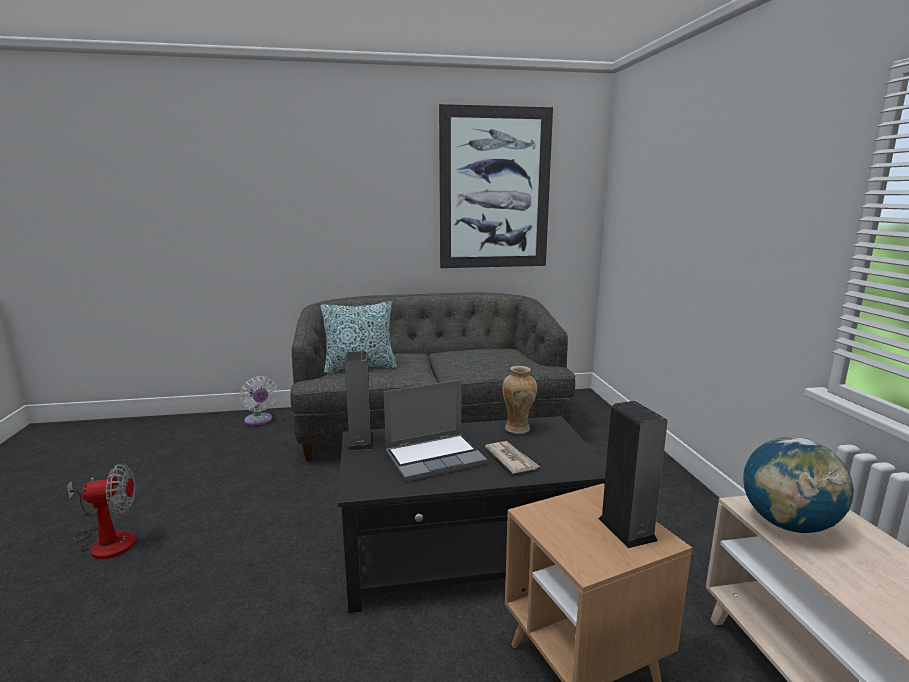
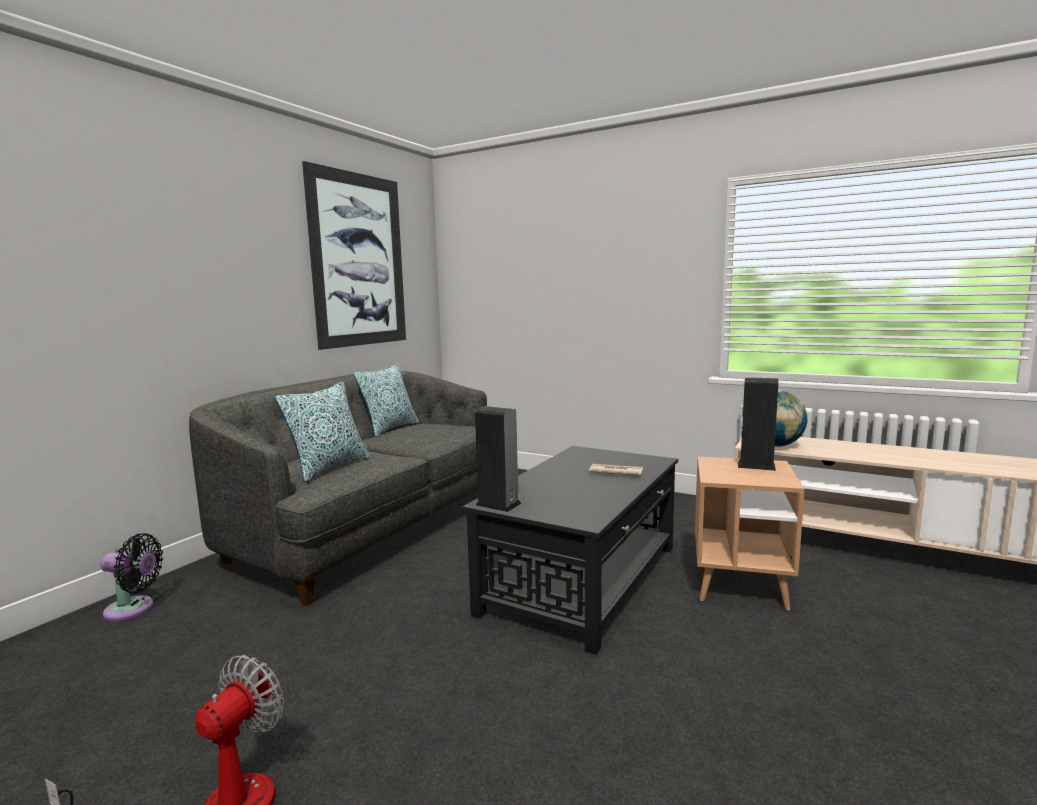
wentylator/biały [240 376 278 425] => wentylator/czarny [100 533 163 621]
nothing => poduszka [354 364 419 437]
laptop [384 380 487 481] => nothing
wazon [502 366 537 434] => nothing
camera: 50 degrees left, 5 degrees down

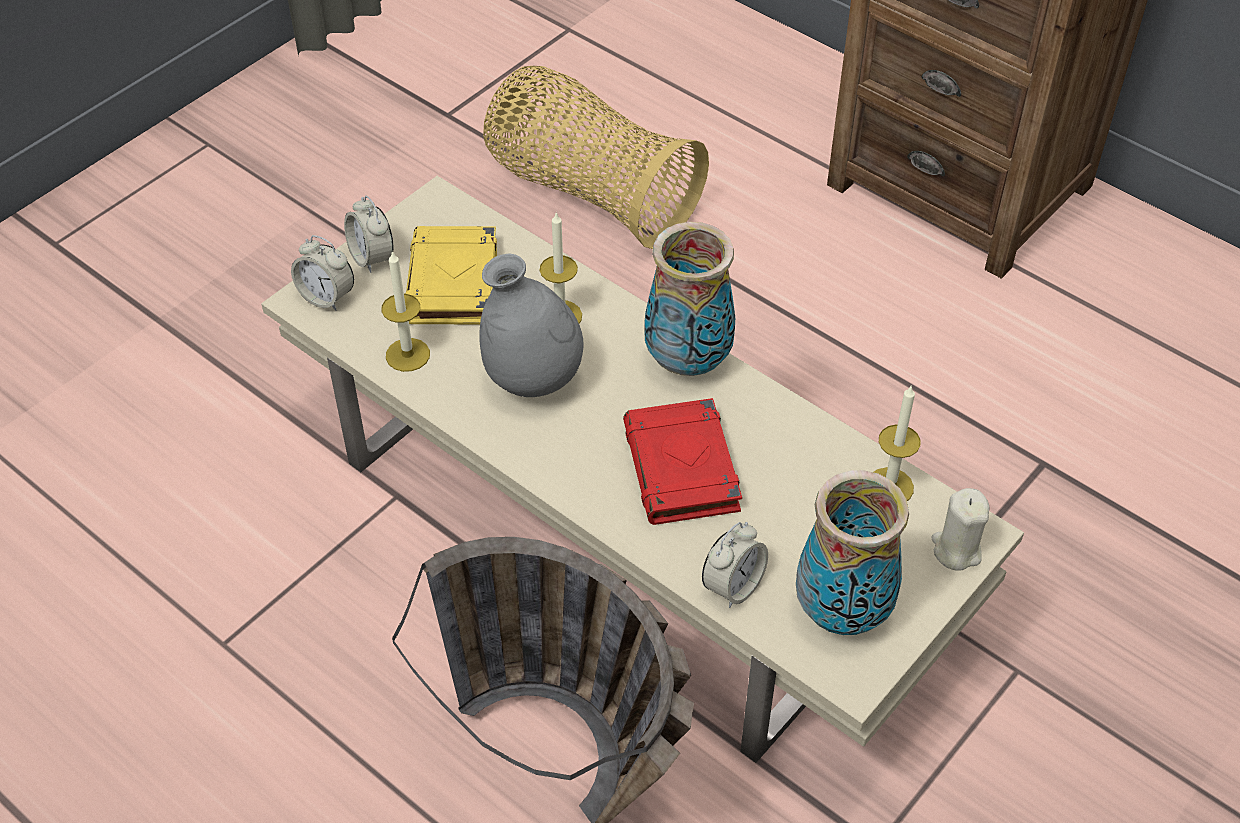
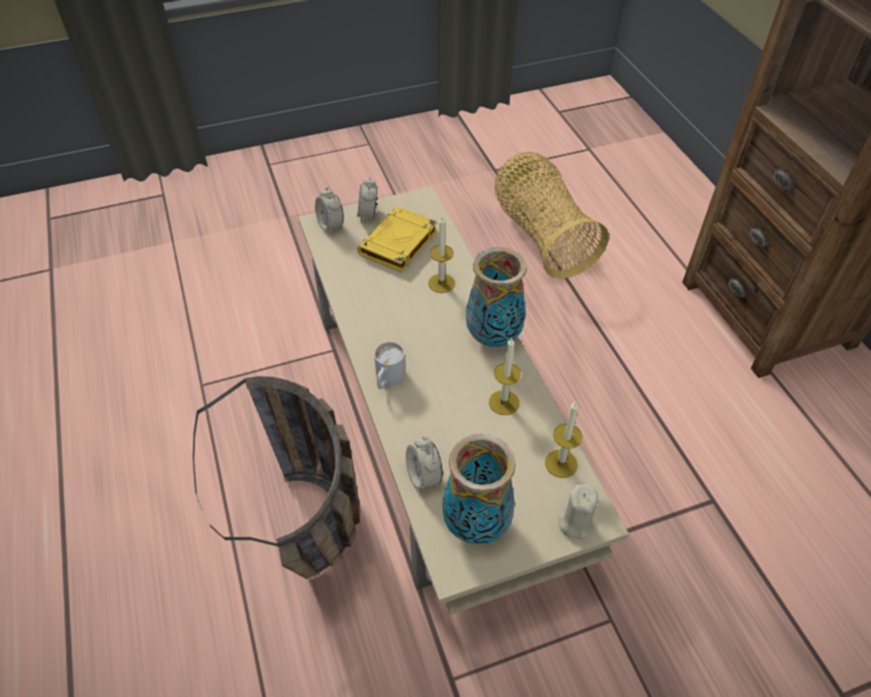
nothing => kubek/biały [374 342 405 389]
budzik [702 522 768 608] => budzik [406 436 443 492], 90 degrees clockwise
świeca [381 251 430 372] => świeca [489 337 521 415], relocated
wazon/szary [480 254 584 397] => nothing
książka/czerwony [623 398 742 525] => nothing
camera: 30 degrees right, 0 degrees up

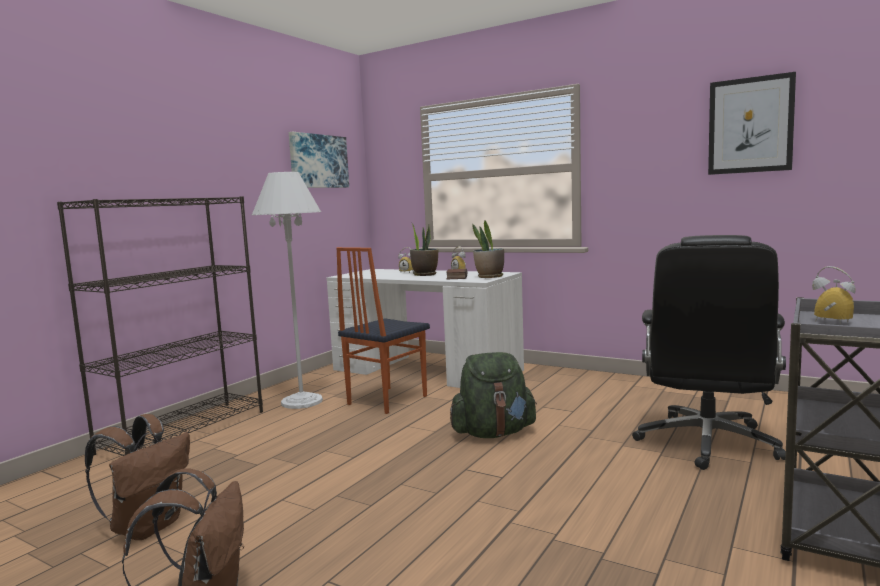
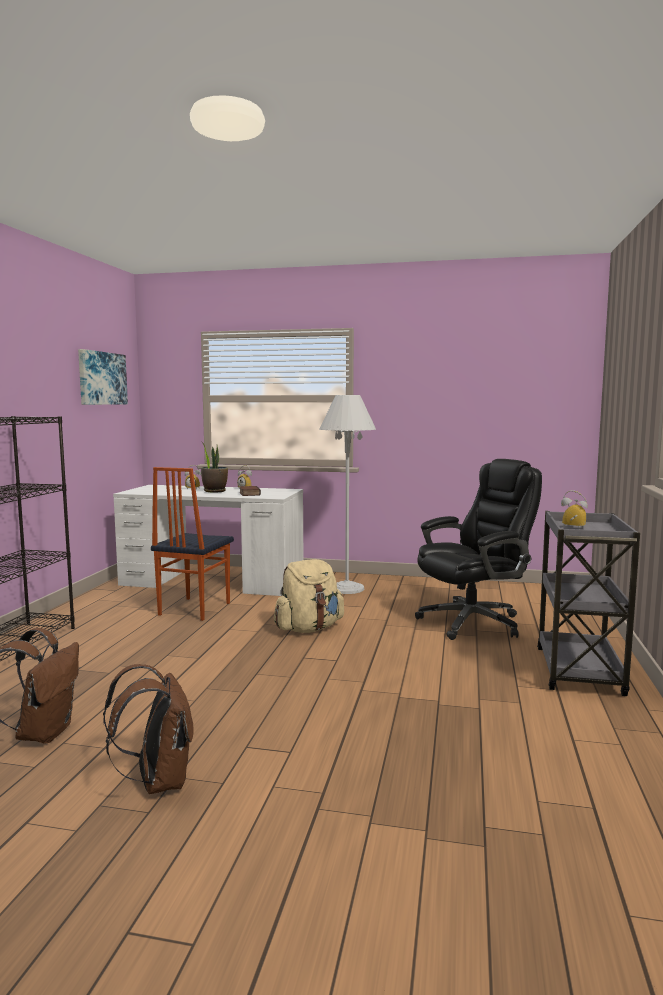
plecak/zielony [450 352 537 438] => plecak/beżowy [274 559 344 633]
lampa stojąca/biały [252 172 323 409] => lampa stojąca/biały [319 395 376 594], relocated
krzesło biurowe/czarny [632 235 786 470] => krzesło biurowe/czarny [415 459 542 640], 120 degrees counterclockwise
roślina doniczkowa [472 220 504 278] => nothing
obraz [708 72 796 175] => nothing
camera: 20 degrees left, 0 degrees up

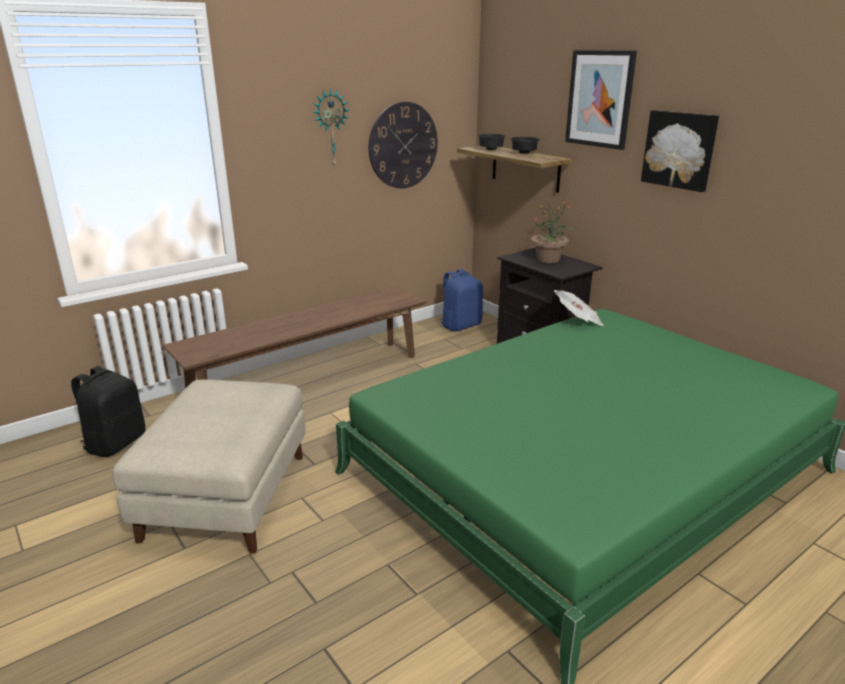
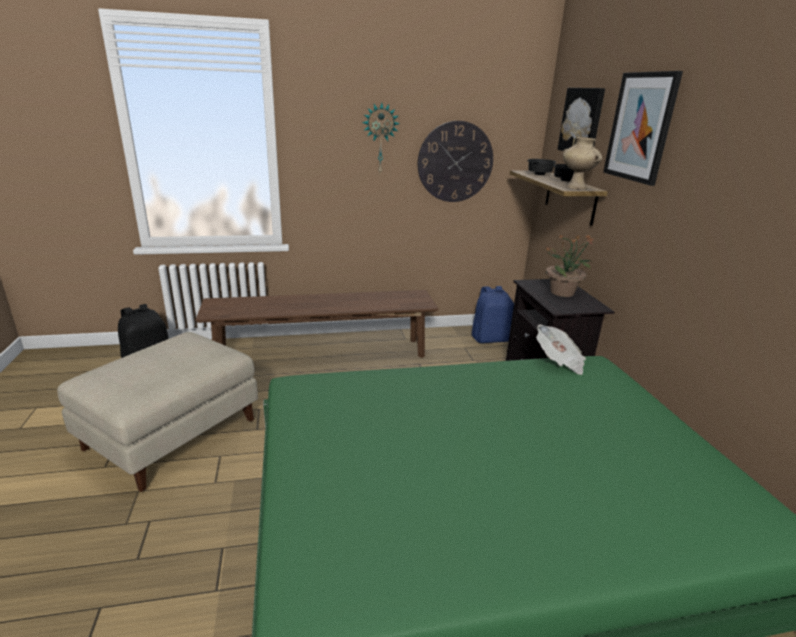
obraz [641 110 719 192] => obraz [557 88 605 151], relocated
nothing => wazon/beżowy [563 137 602 189]
camera: 25 degrees right, 0 degrees up

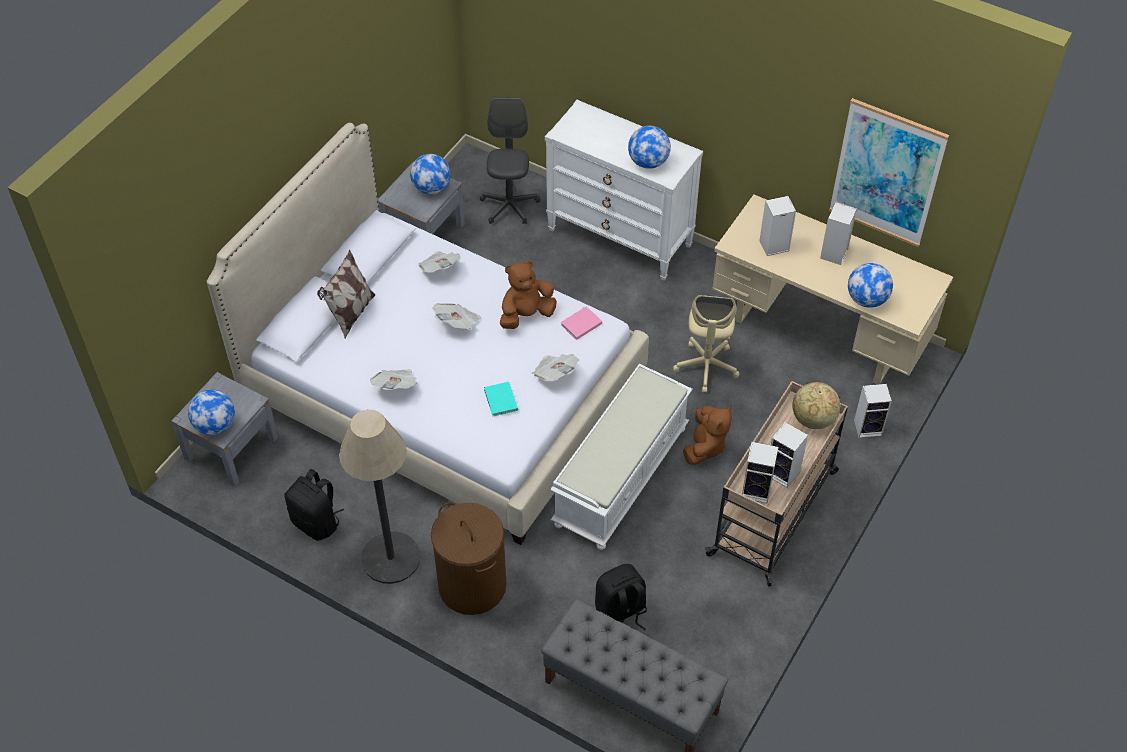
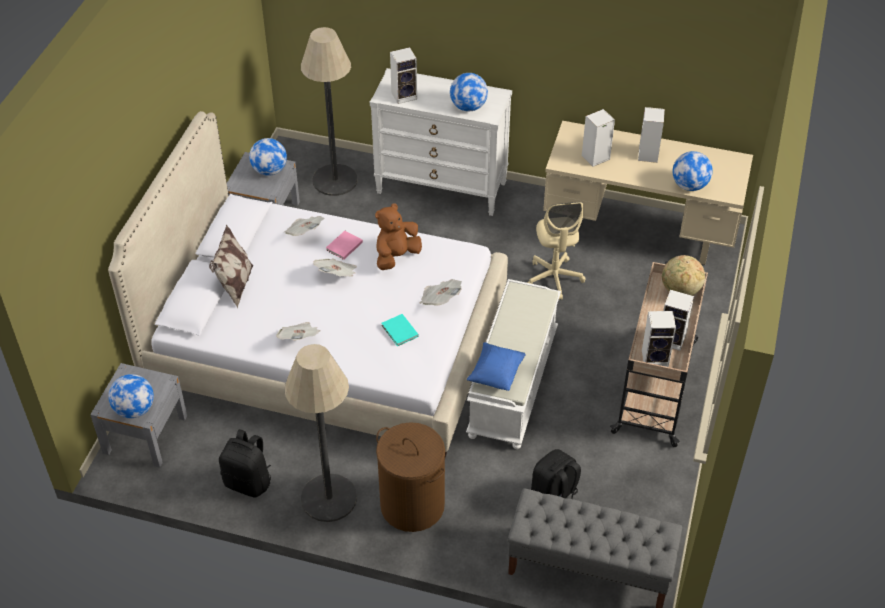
krzesło biurowe/szary [480 98 541 224] => lampa stojąca [301 27 357 196]
książka/różowy [561 306 602 340] => książka/różowy [326 231 363 260], relocated
głośnik [854 384 892 438] => głośnik [390 47 417 104], relocated
nothing => poduszka/niebieski [467 342 526 391]
pluszak/brązowy [683 406 732 465] => nothing
obraz [829 98 949 247] => nothing
camera: 15 degrees left, 5 degrees down

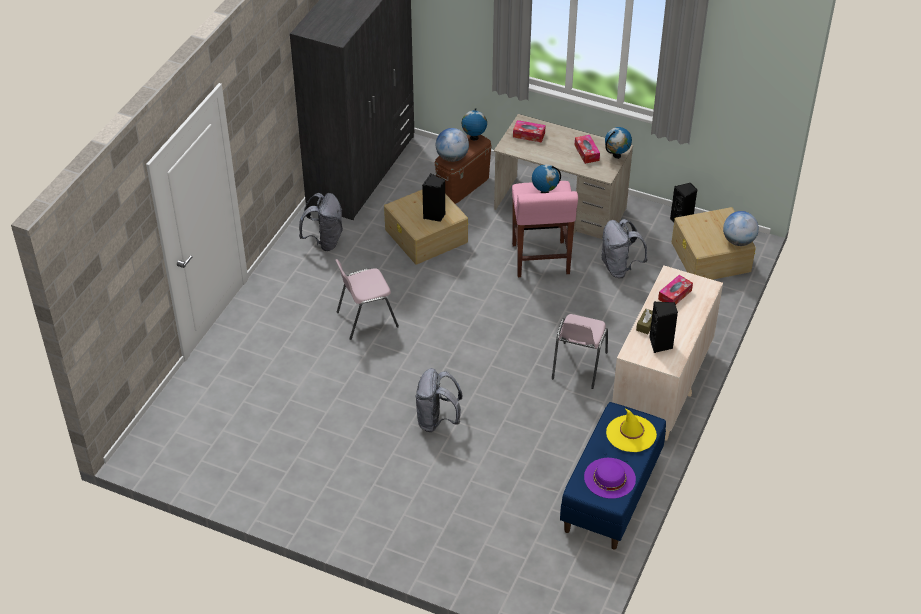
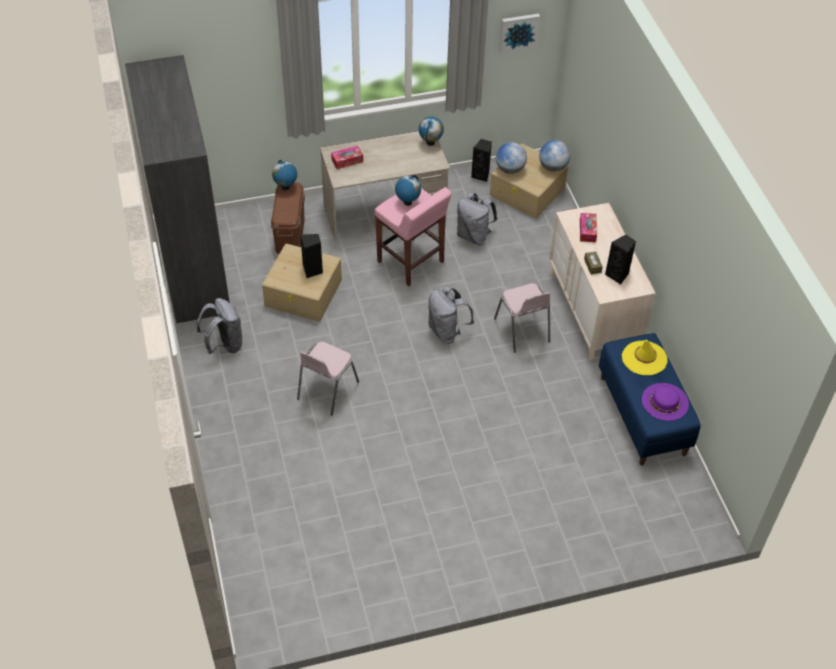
plecak/szary [415 368 463 432] => plecak/szary [428 286 474 343], relocated
globus [436 128 469 162] => globus [496 142 527 174], relocated
nothing => obraz [499 14 540 53]
pudełko chusteczek [575 135 600 164] => nothing
camera: 40 degrees left, 5 degrees up

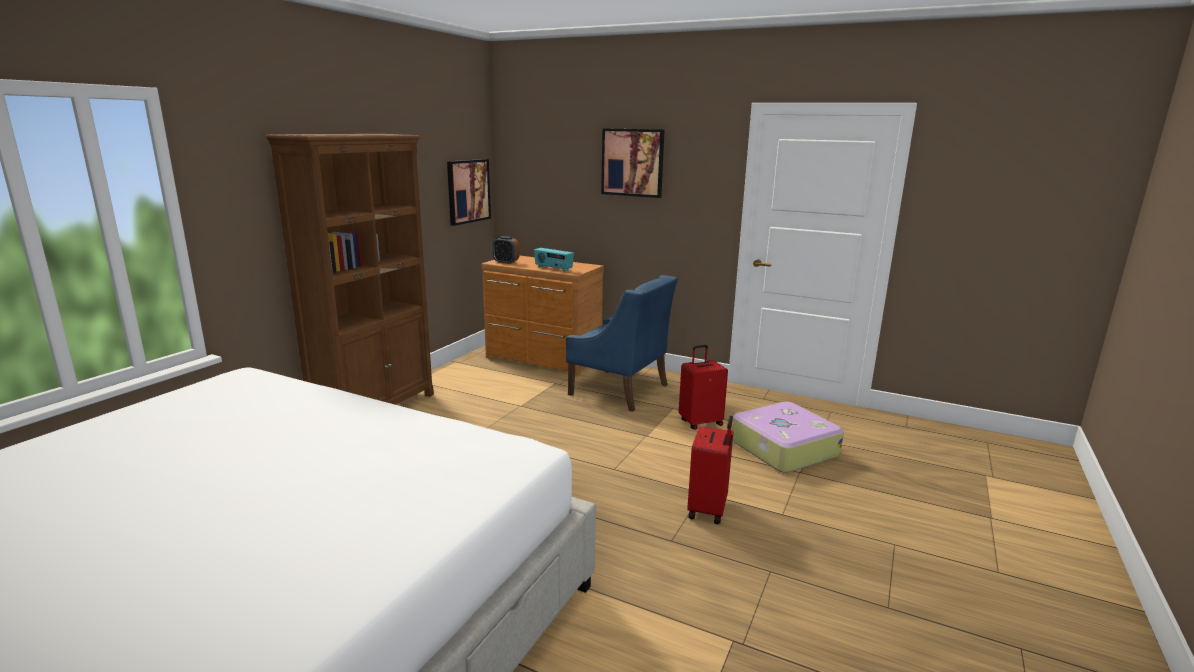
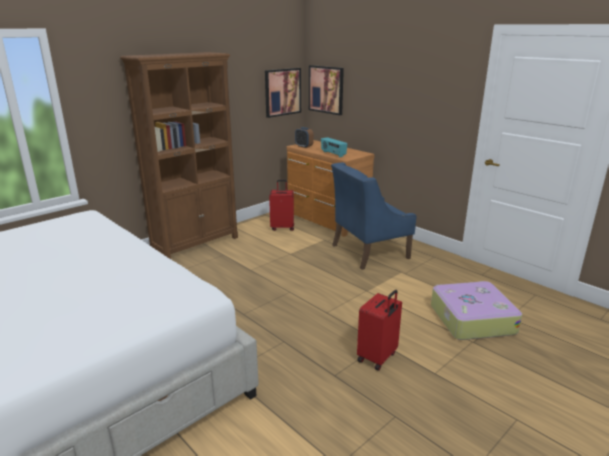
walizka/czerwony [679 345 728 430] => walizka/czerwony [269 180 294 231], relocated
obraz [601 128 665 198] => obraz [309 65 344 115], relocated
fotel/niebieski [566 275 678 412] => fotel/niebieski [331 162 417 270], 105 degrees clockwise
camera: 20 degrees right, 5 degrees up

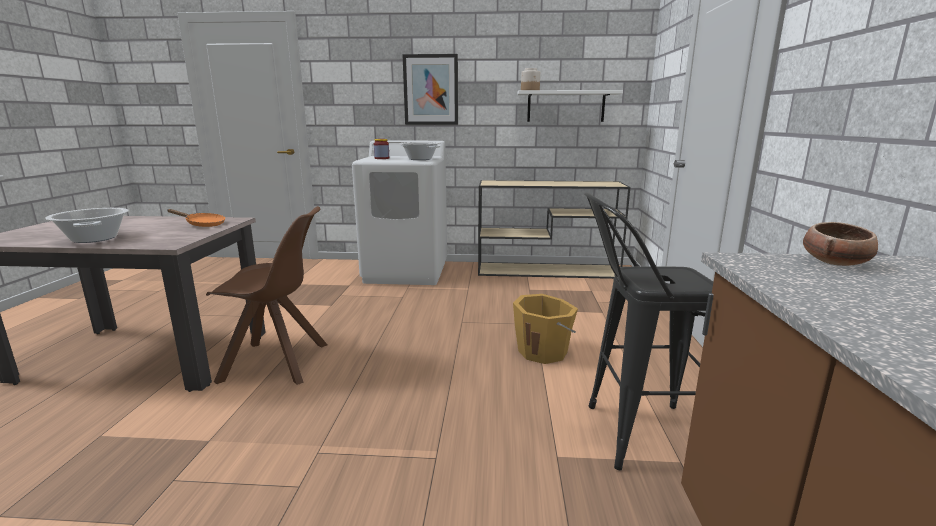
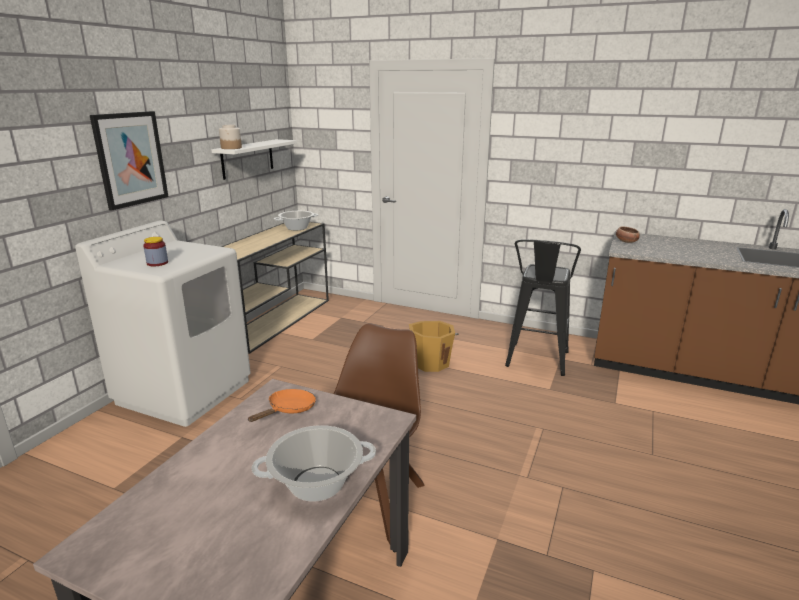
garnek [400 142 440 160] => garnek [274 211 318 230], relocated
camera: 70 degrees left, 5 degrees up

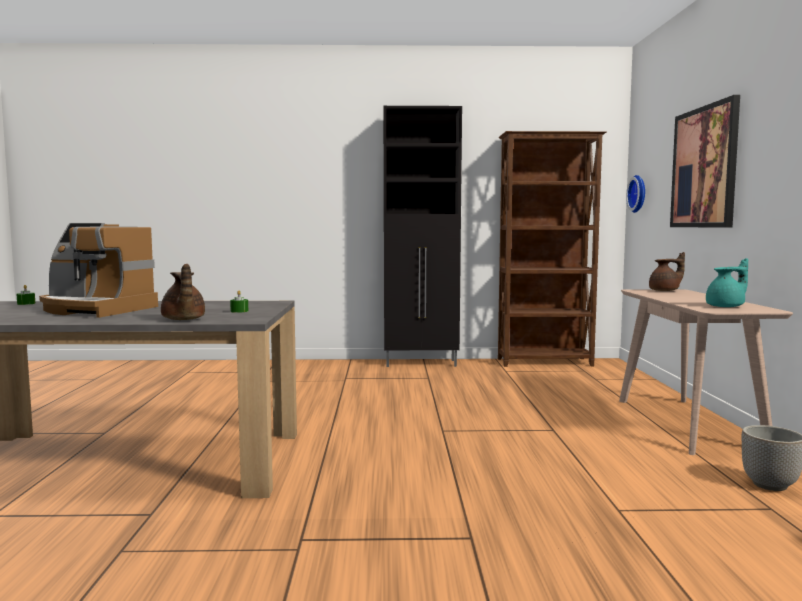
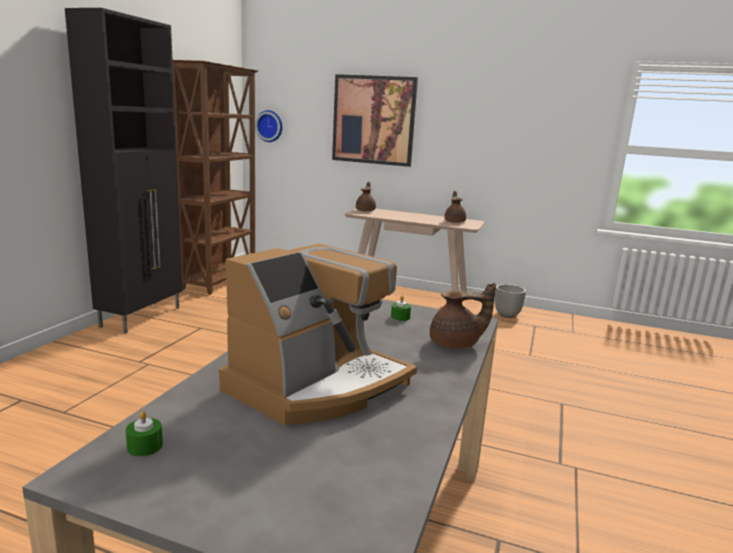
imbryk/turkusowy [706 258 748 307] => imbryk/brązowy [445 191 466 223]
camera: 70 degrees left, 10 degrees up

